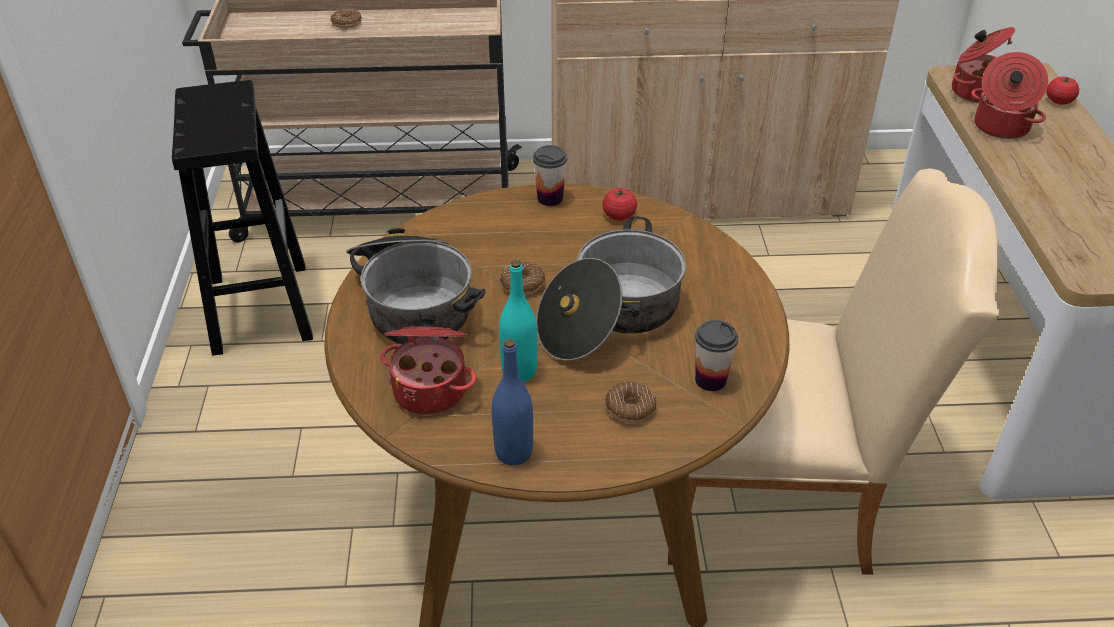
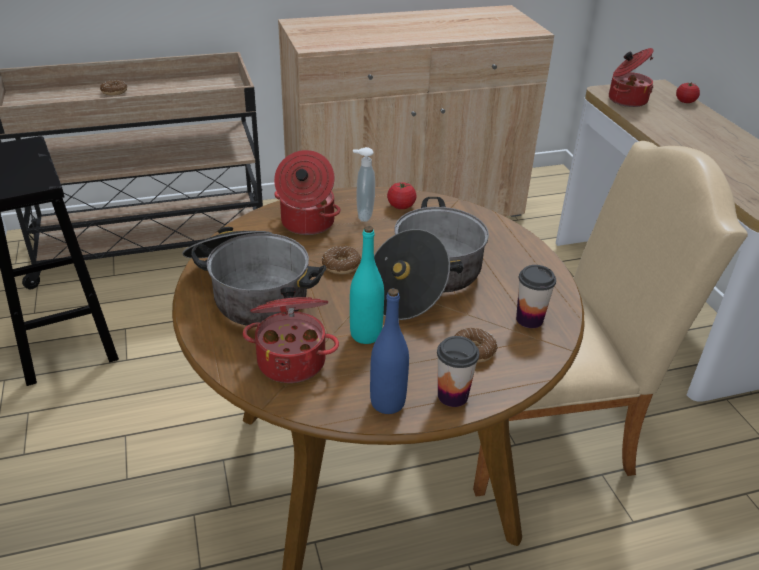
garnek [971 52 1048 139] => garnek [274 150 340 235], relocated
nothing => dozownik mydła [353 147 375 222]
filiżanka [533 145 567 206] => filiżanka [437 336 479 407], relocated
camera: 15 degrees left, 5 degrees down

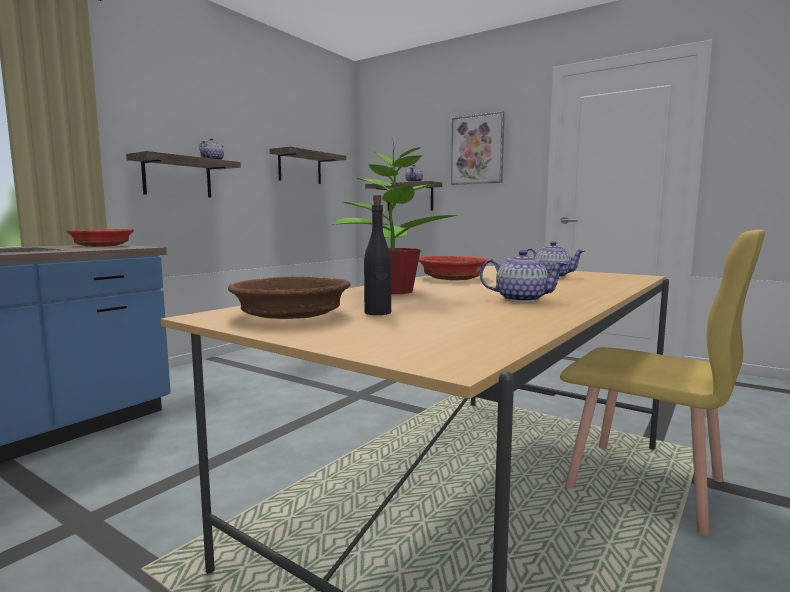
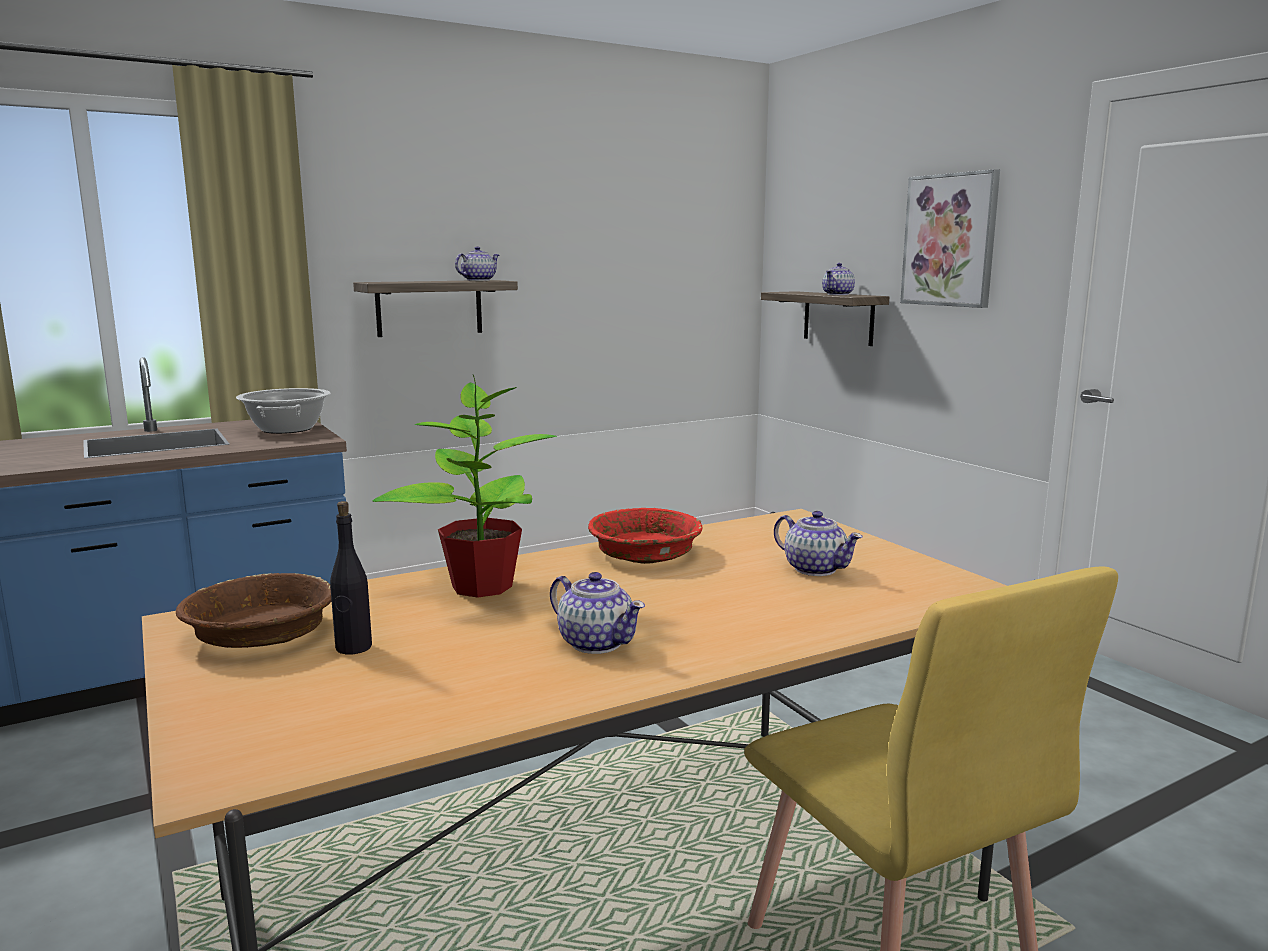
miska/czerwony [67 229 134 247] => garnek [236 388 331 434]
półka [269 146 346 184] => nothing
camera: 25 degrees right, 5 degrees up

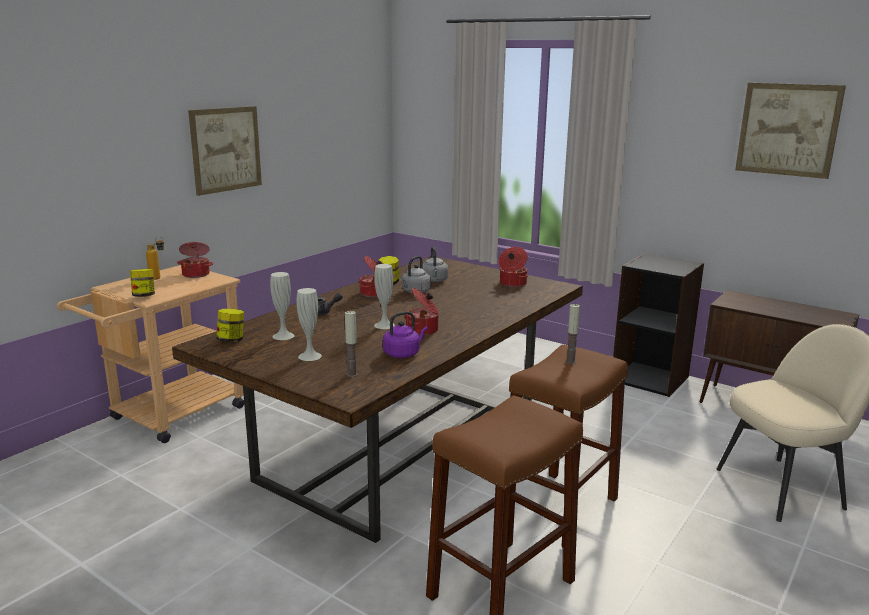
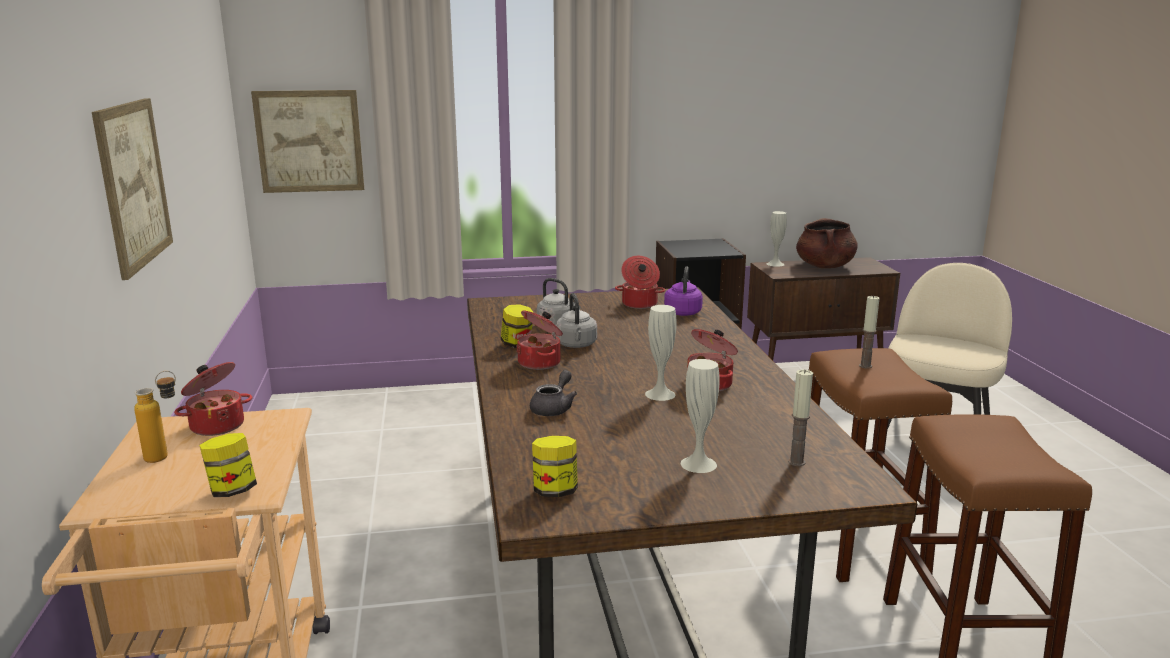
obraz [735 83 846 179] => obraz [251 90 364 193], relocated
czajnik/fioletowy [383 311 428 358] => czajnik/fioletowy [664 266 703 316], relocated
wazon/biały [270 272 295 340] => wazon/biały [767 211 787 267], relocated
nothing => garnek/brązowy [796 218 858 268]
camera: 45 degrees left, 0 degrees up

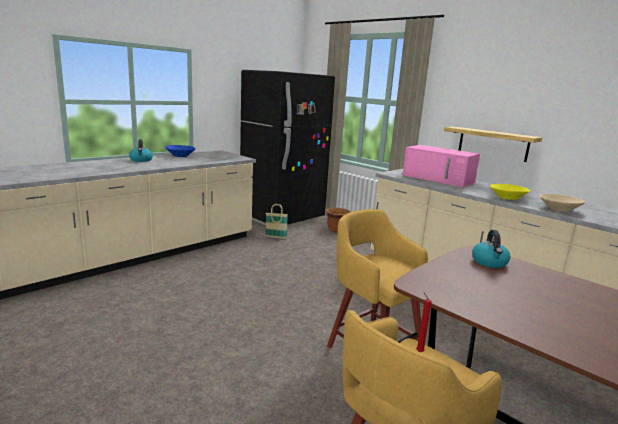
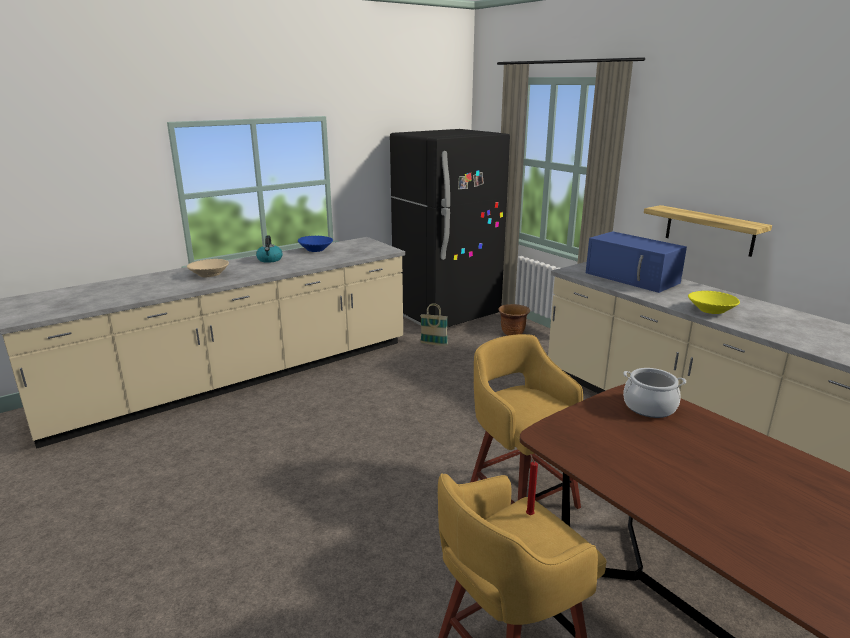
miska/beżowy [540 194 585 212] => miska/beżowy [187 259 229 278], relocated
mikrofalówka/różowy [403 145 480 187] => mikrofalówka/niebieski [586 231 687 293]
czajnik [472 230 510 268] => garnek [623 368 686 418]
camera: 10 degrees right, 5 degrees up

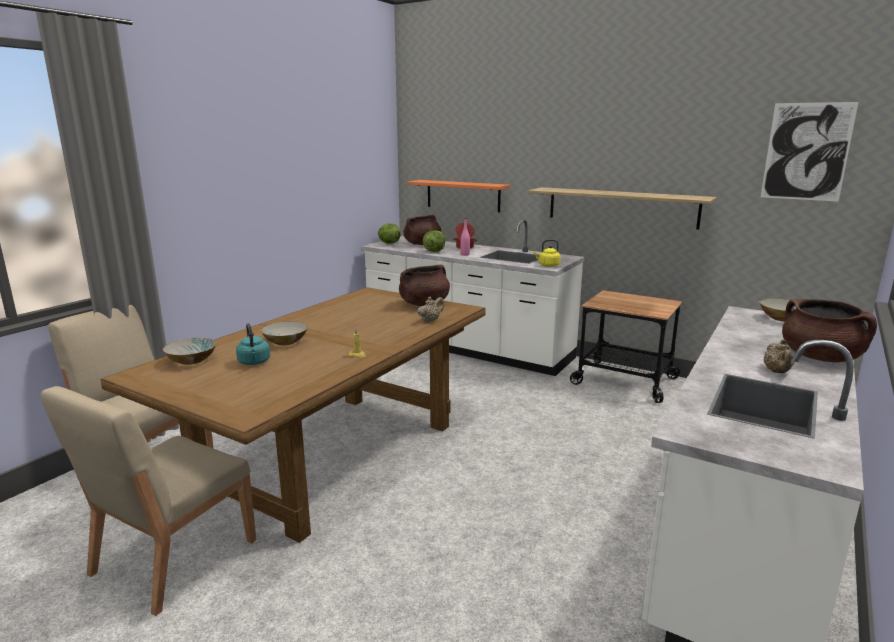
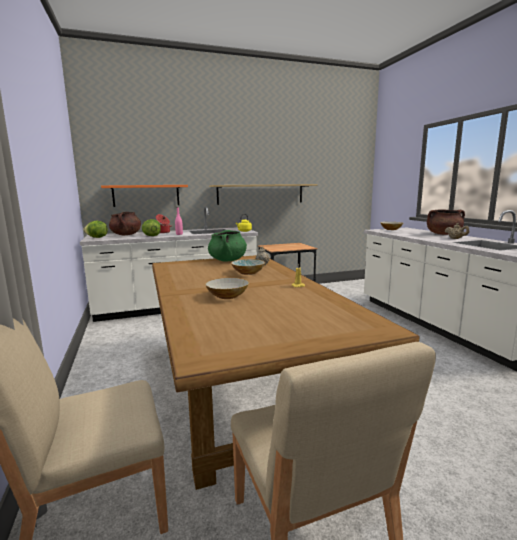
garnek/brązowy [399 265 450 306] => garnek/zielony [208 230 247 261]
miska [163 338 217 365] => miska [231 259 265 275], relocated
czajnik/turkusowy [236 323 270 365] => nothing
obraz [761 102 858 202] => nothing
camera: 50 degrees left, 5 degrees down

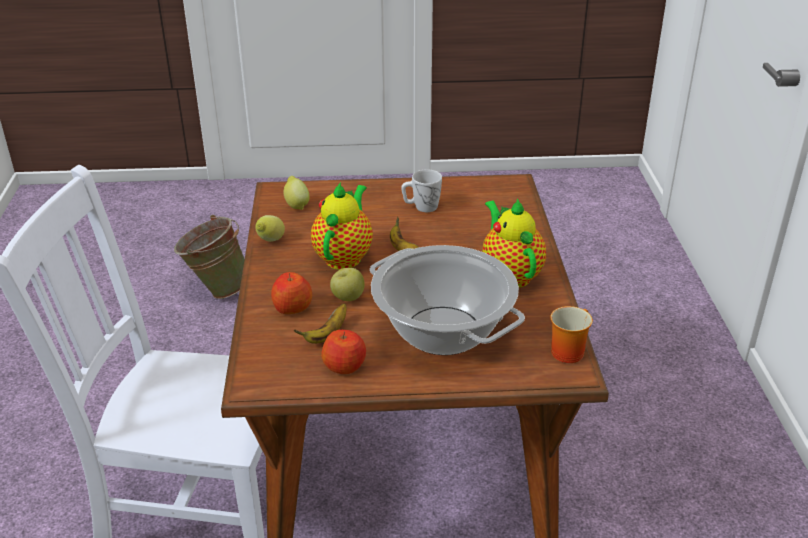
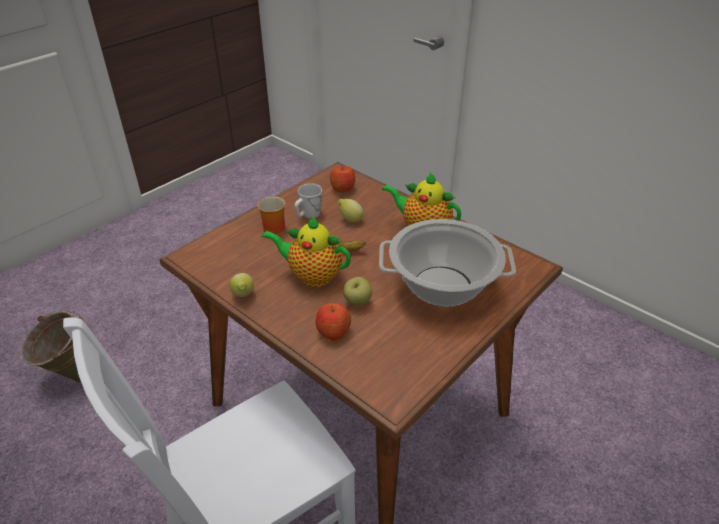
kubek [550 306 593 363] => kubek [257 197 285 234], relocated
imbryk [311 182 373 270] => imbryk [262 216 351 287], 45 degrees counterclockwise
jabłko [321 330 366 374] => jabłko [330 166 355 192], relocated
cytryna [283 176 310 210] => cytryna [338 199 363 223], relocated
banan [294 303 346 344] => nothing
camera: 45 degrees left, 5 degrees up

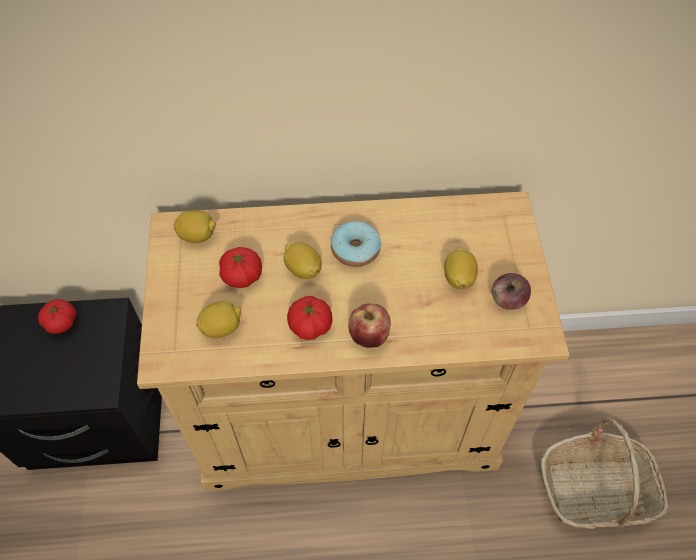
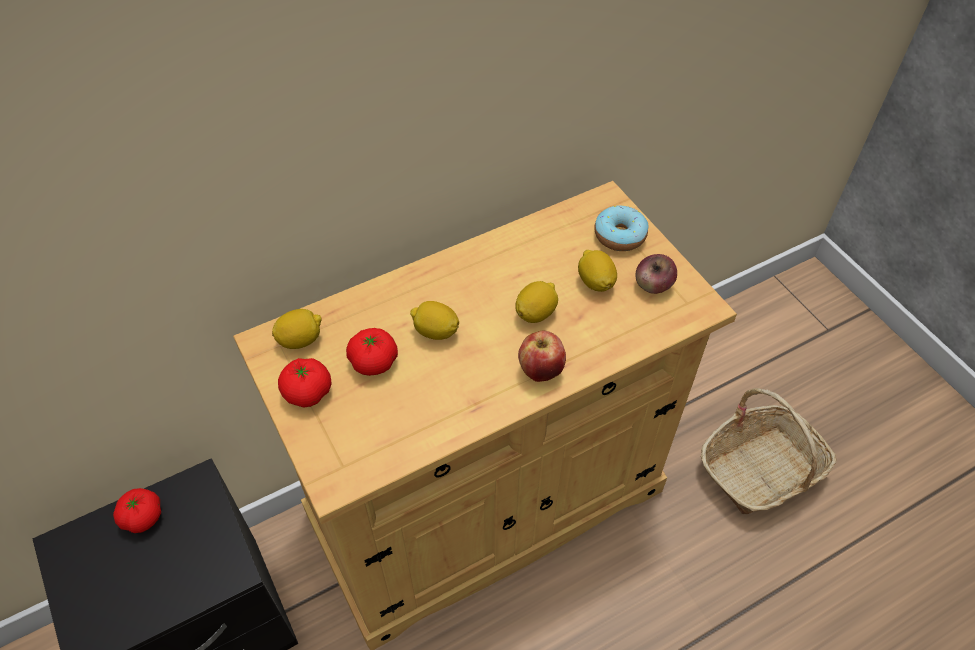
pomidor [287 296 333 340] => pomidor [278 358 332 408], relocated
cytryna [196 301 241 338] => cytryna [515 281 558 323], relocated
donut [331 221 381 267] => donut [594 206 649 251], relocated
camera: 25 degrees left, 5 degrees down

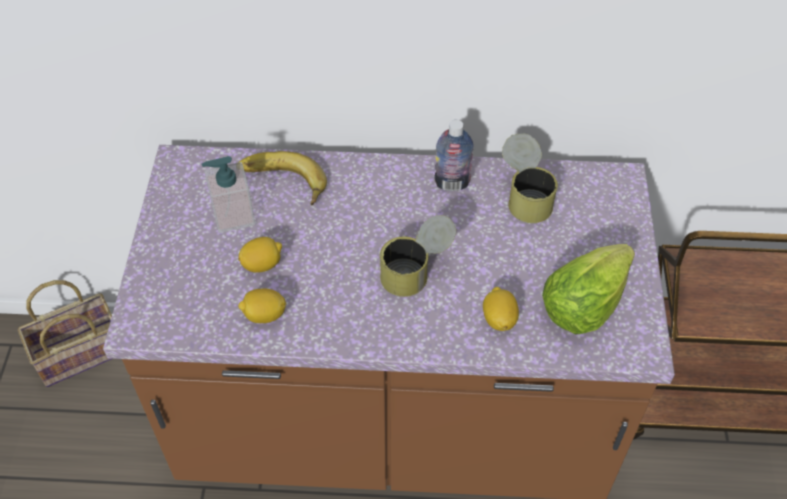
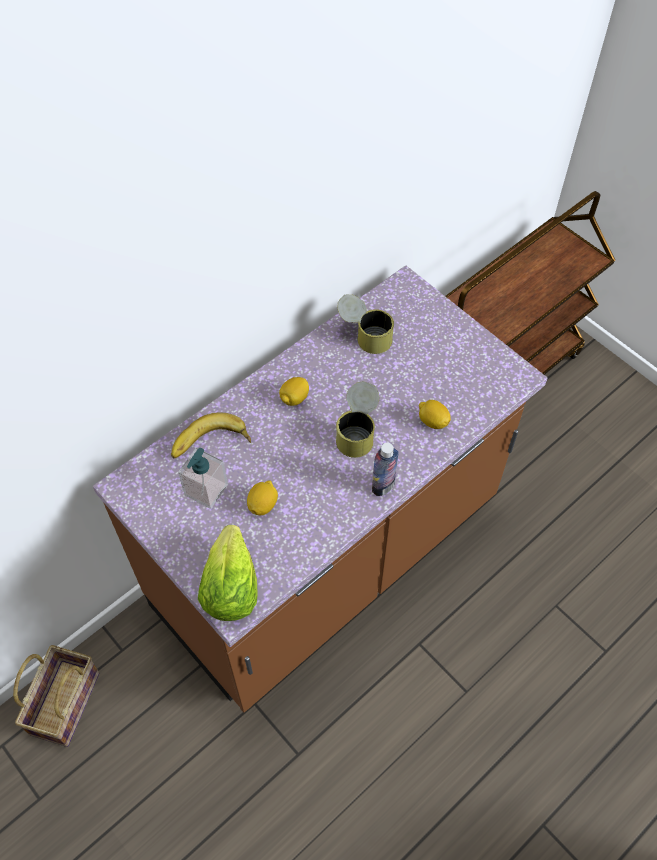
sałata [542 244 635 334] => sałata [198 525 258 621], relocated
cytryna [238 289 286 323] => cytryna [279 377 309 406], relocated
butelka [434 120 474 191] => butelka [372 443 399 496], relocated
camera: 45 degrees left, 5 degrees up

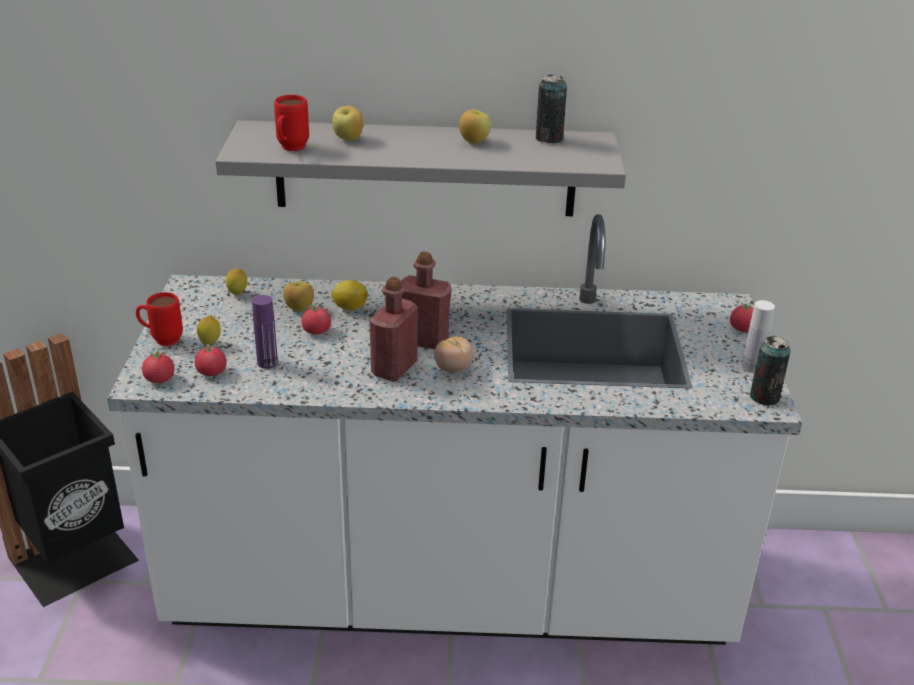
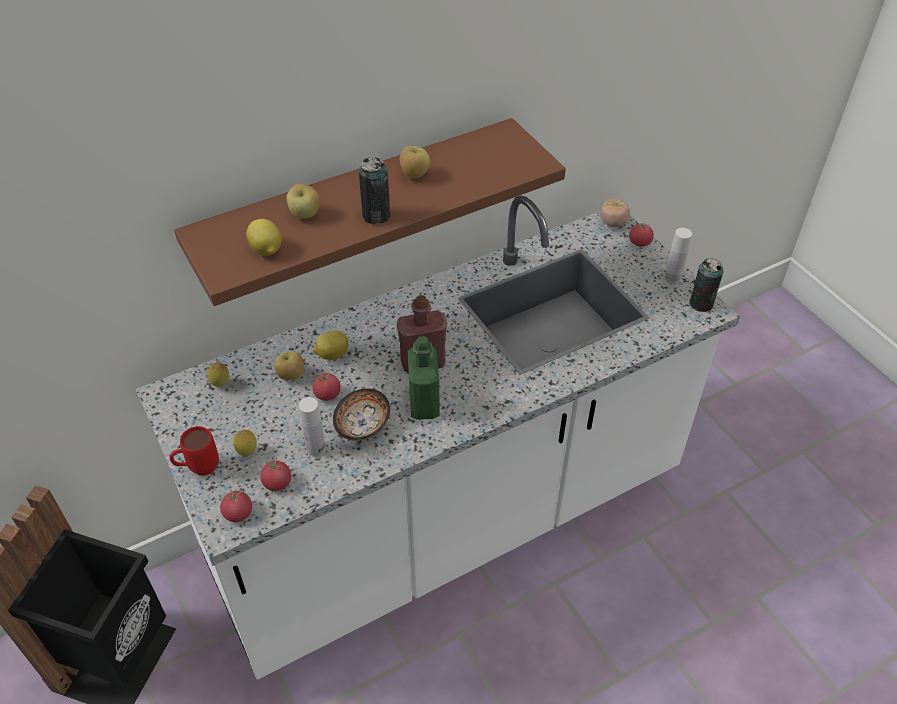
półka/szary [216 120 626 216] => półka/brązowy [174 118 566 306]
kubek/czerwony [274 95 309 151] => cytryna [246 219 282 256]
butelka/fioletowy [252 295 278 369] => butelka/biały [298 397 326 457]
nothing => miska [333 388 390 441]
puszka [536 75 567 143] => puszka [359 157 391 224], relocated
butelka/czerwony [369 277 418 381] => butelka/zielony [408 336 440 420]
pomidor [434 337 474 373] => pomidor [600 198 630 227], relocated
camera: 30 degrees left, 15 degrees up

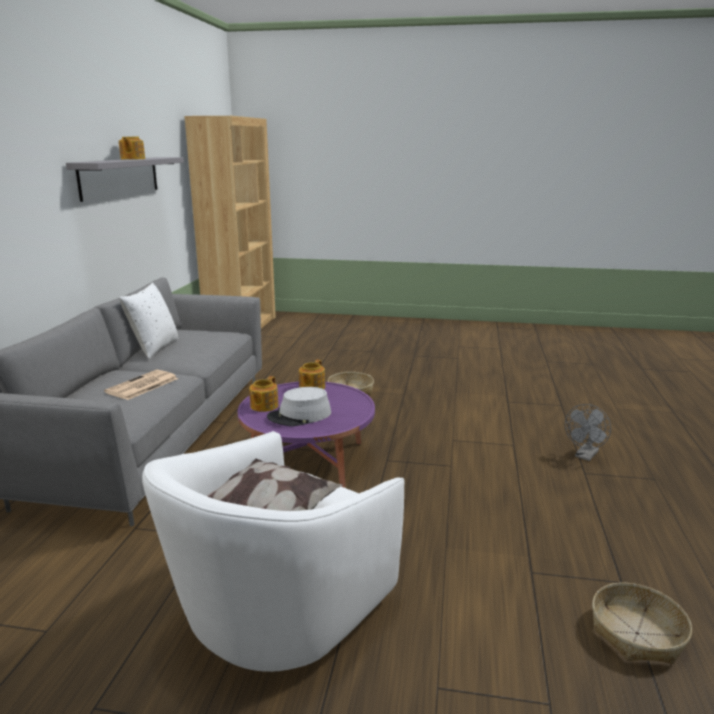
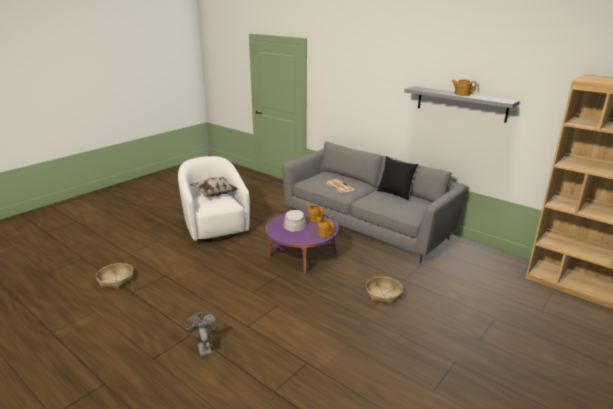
poduszka/biały [119 282 178 359] => poduszka/czarny [377 156 418 200]
camera: 120 degrees right, 5 degrees up

